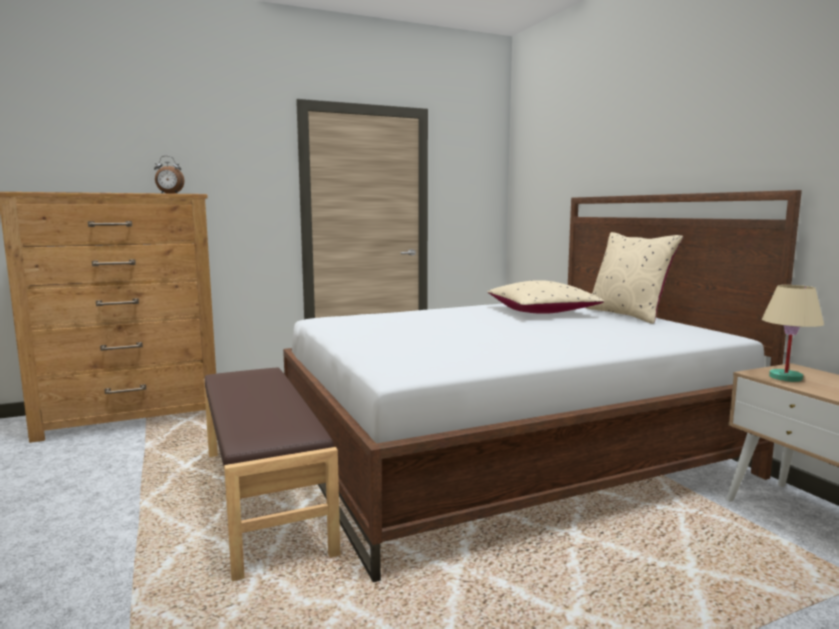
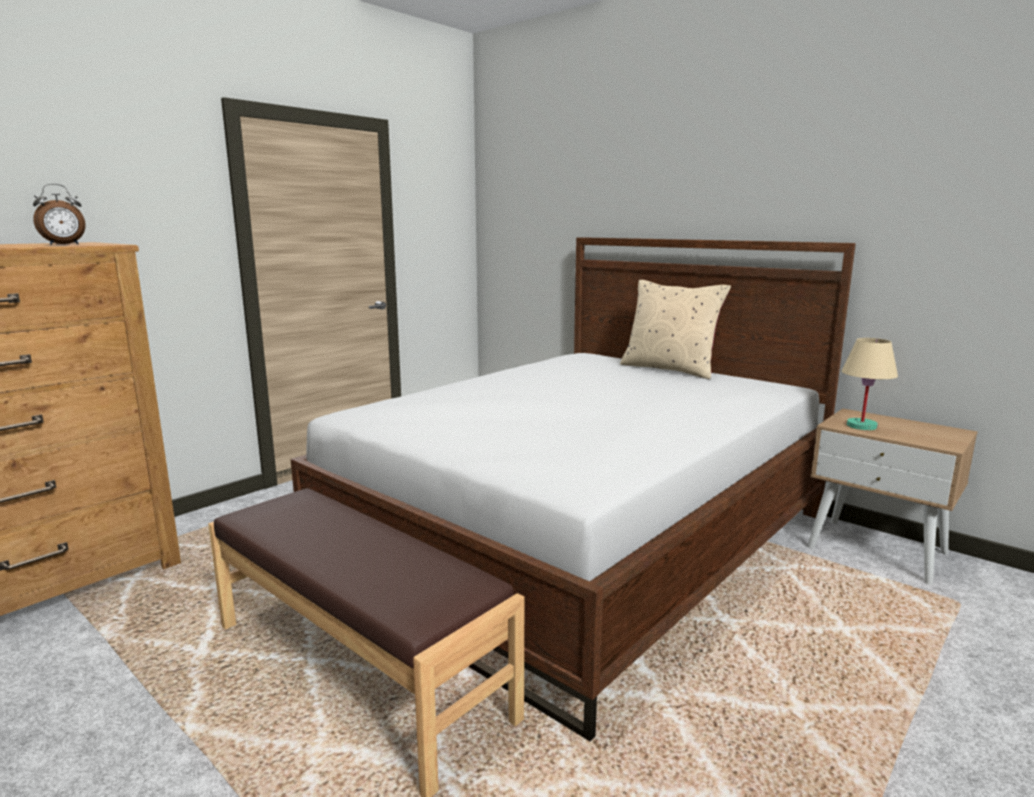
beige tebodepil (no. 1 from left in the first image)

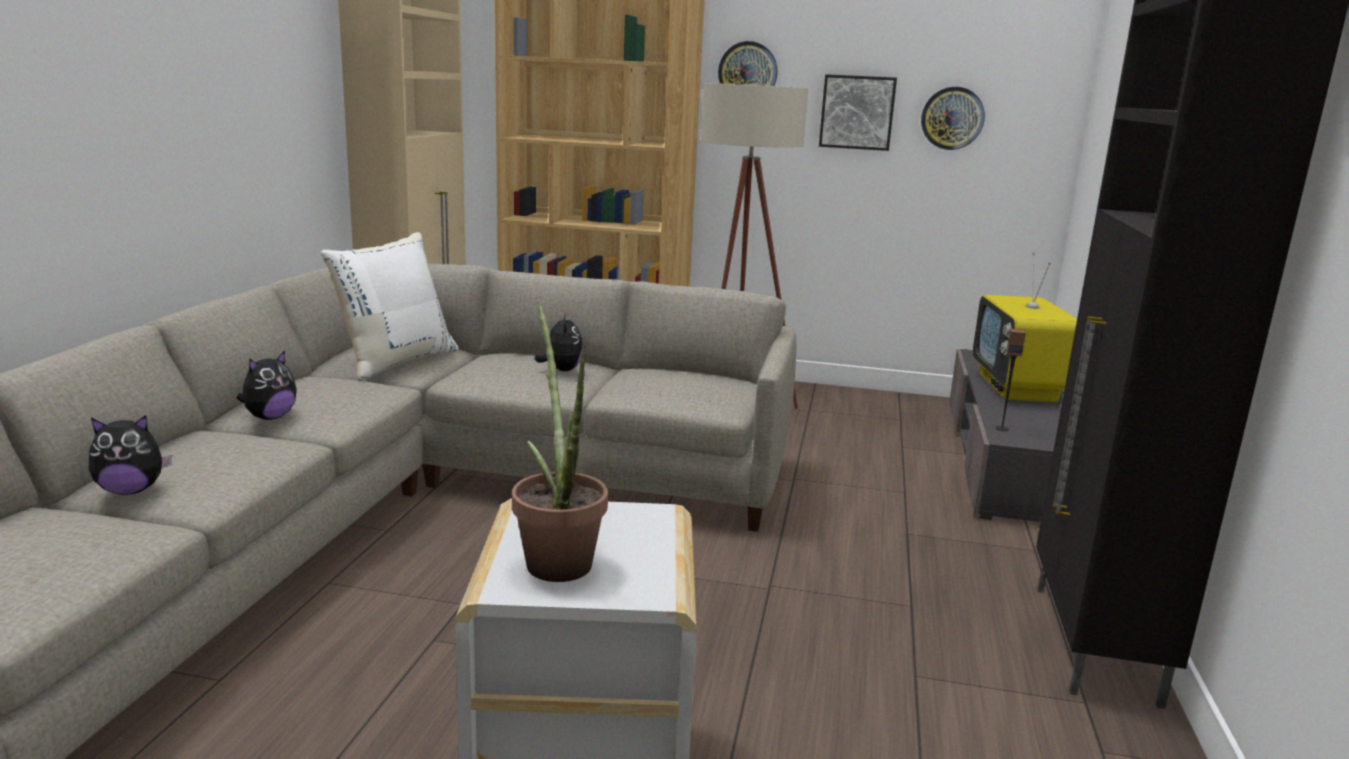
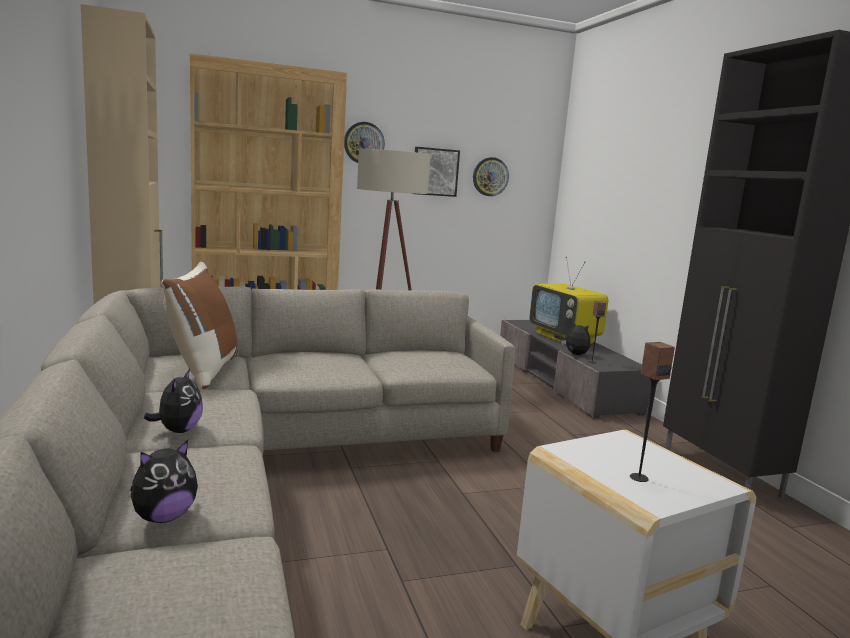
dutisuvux (no. 3 from left)
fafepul (no. 2 from left)
brown tebodepil

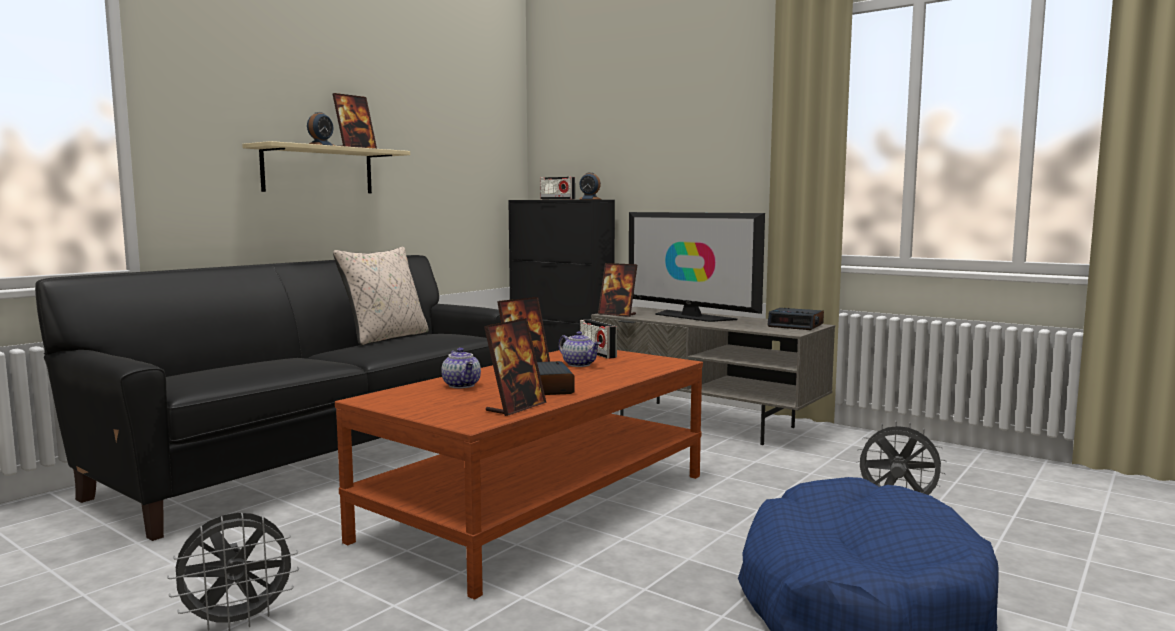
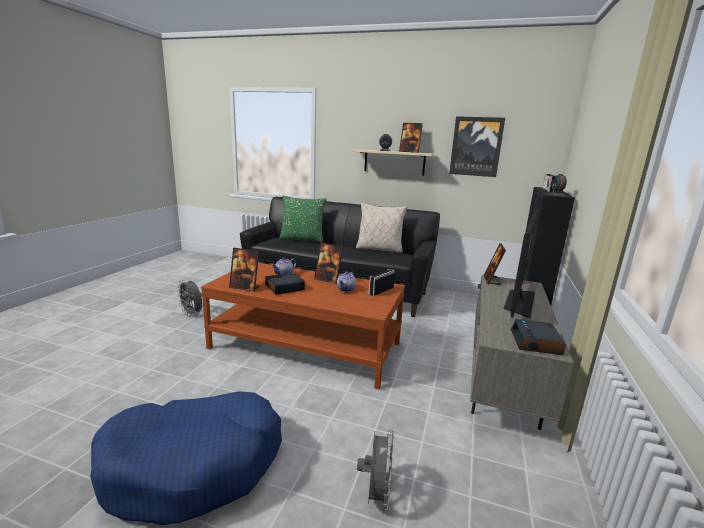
green tebodepil
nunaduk

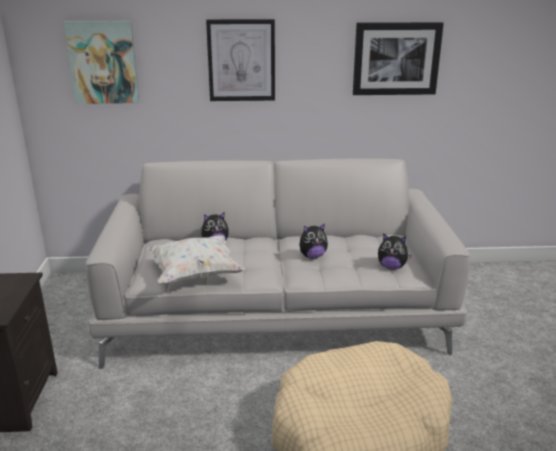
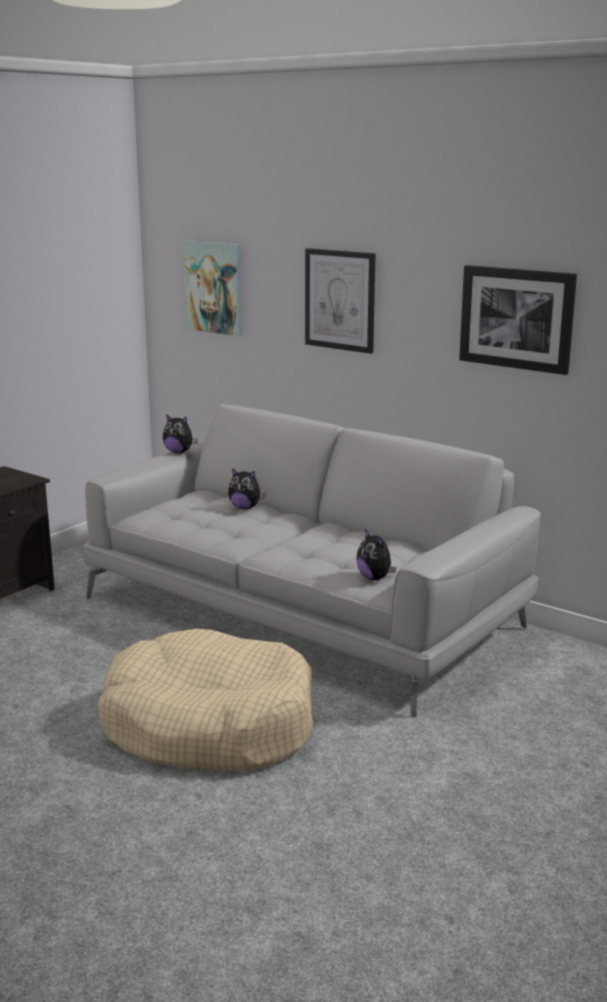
white tebodepil
dutisuvux (no. 1 from left)

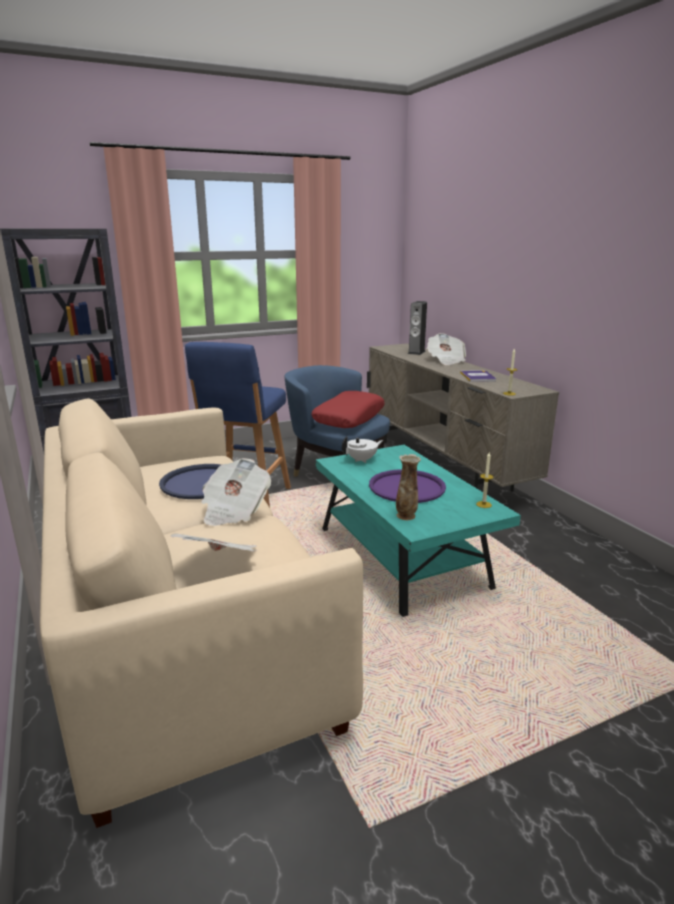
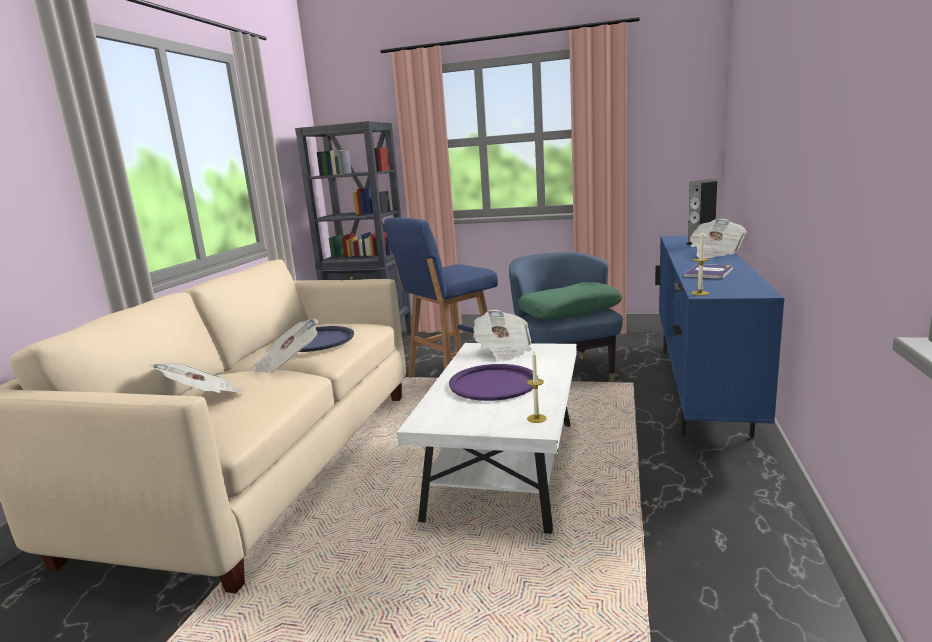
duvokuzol
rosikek (no. 3 from left)
green tebodepil
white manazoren
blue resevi

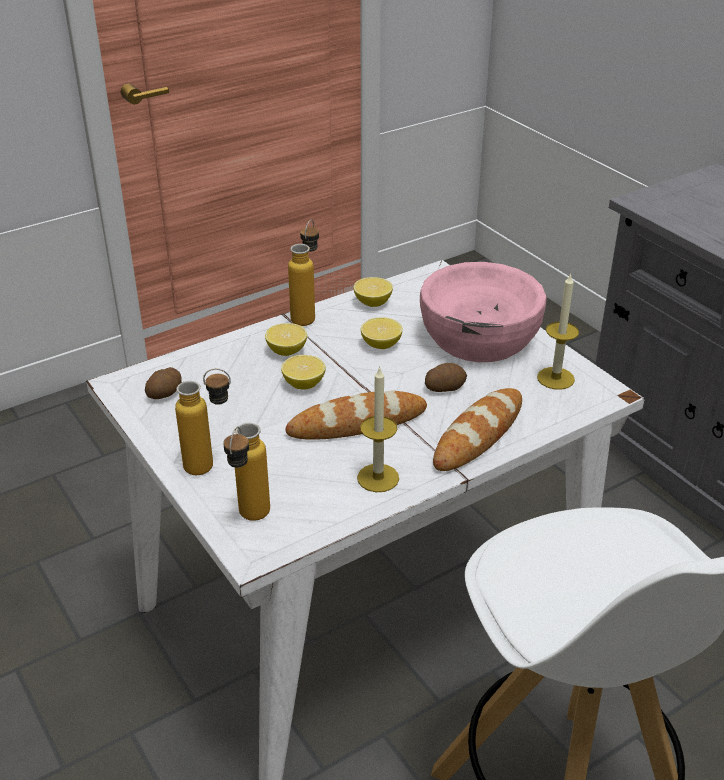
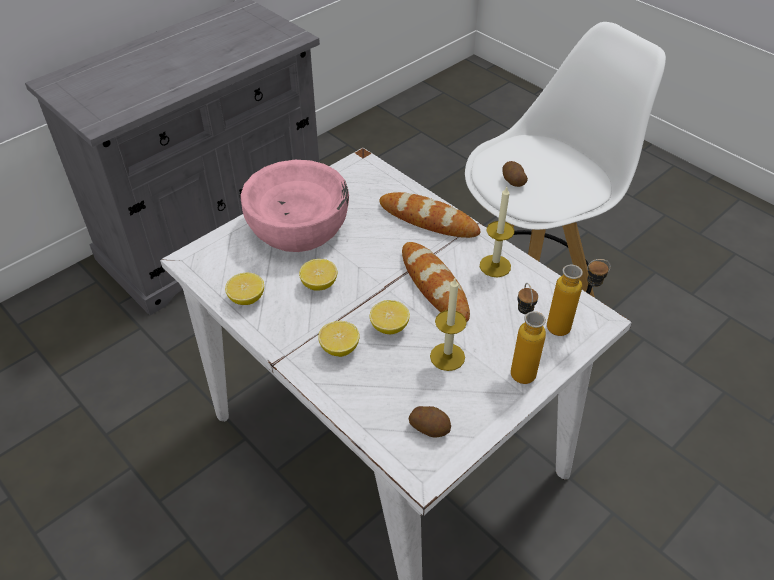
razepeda (no. 3 from left in the first image)
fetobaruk (no. 2 from left)
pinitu (no. 1 from left)

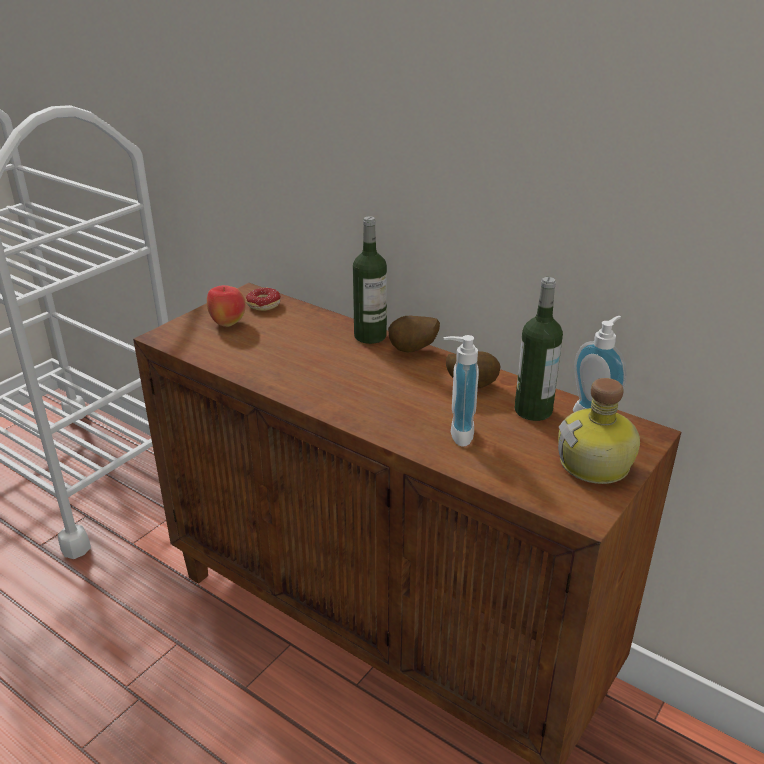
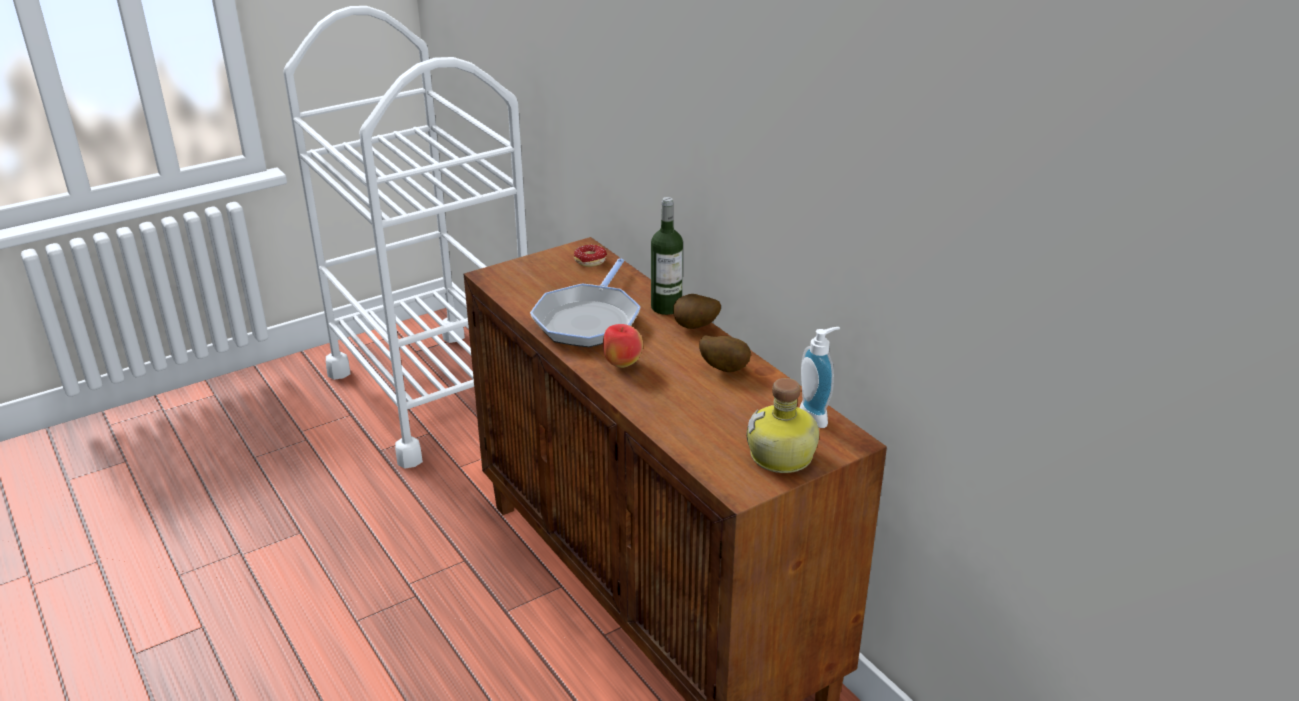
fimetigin (no. 1 from left in the first image)
razepeda (no. 2 from left in the first image)
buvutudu
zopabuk

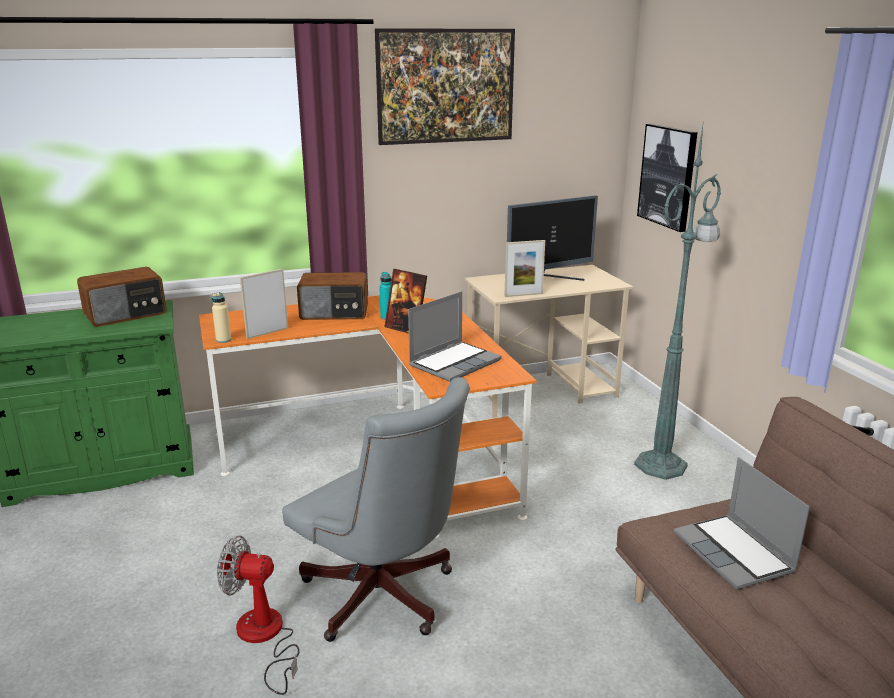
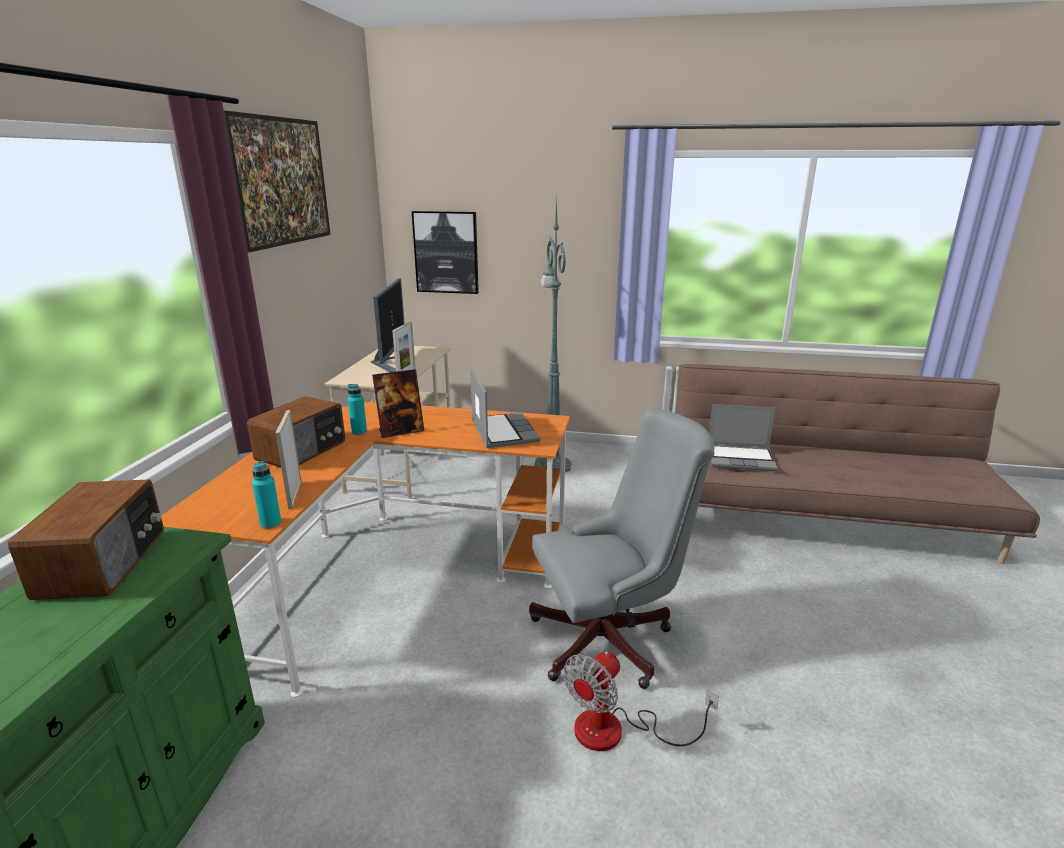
turquoise razepeda (no. 1 from left)

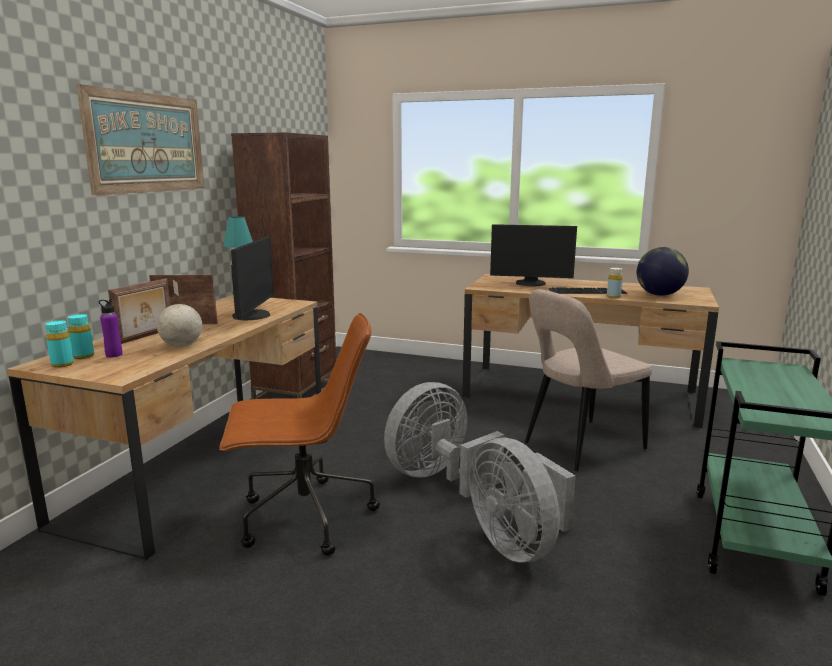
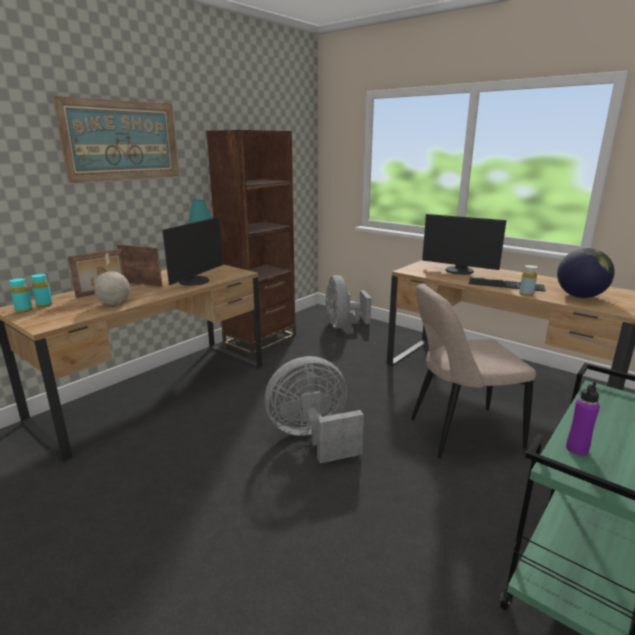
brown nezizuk
purple razepeda
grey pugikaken (no. 2 from left)

